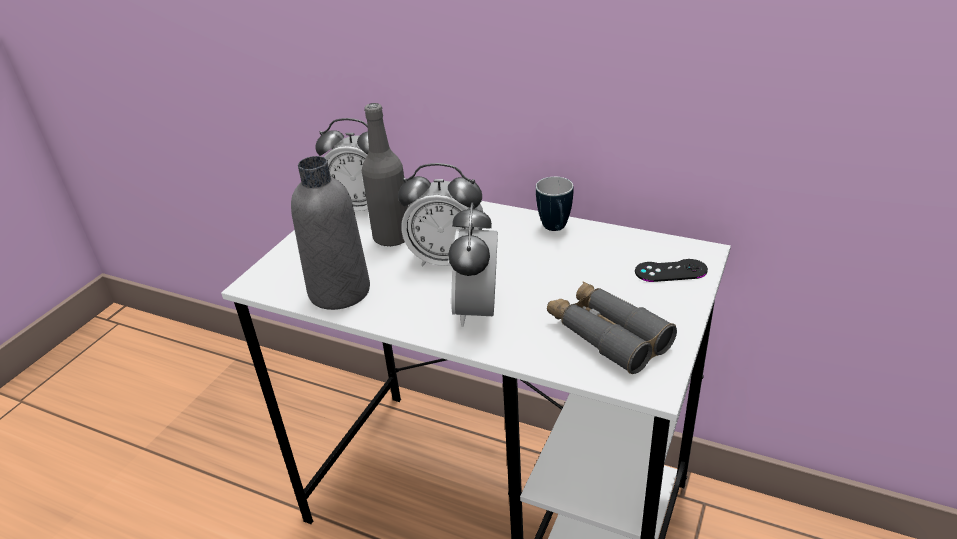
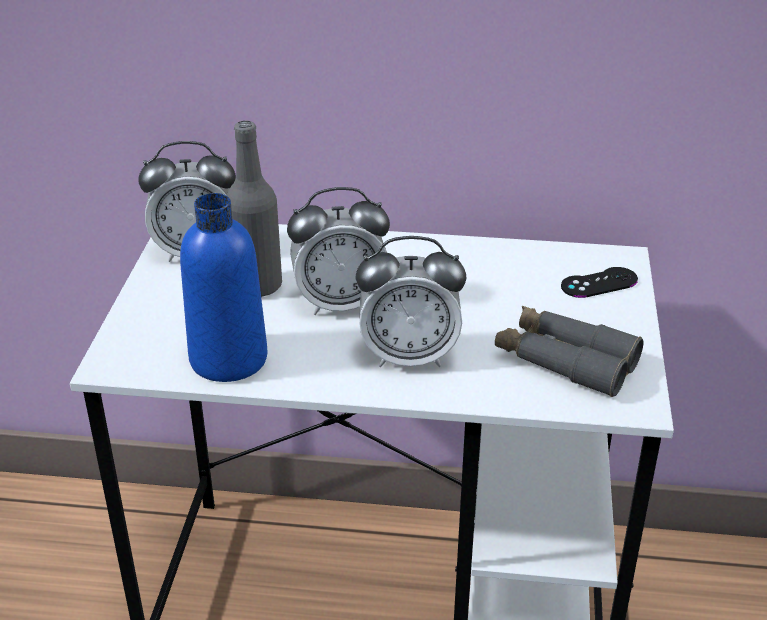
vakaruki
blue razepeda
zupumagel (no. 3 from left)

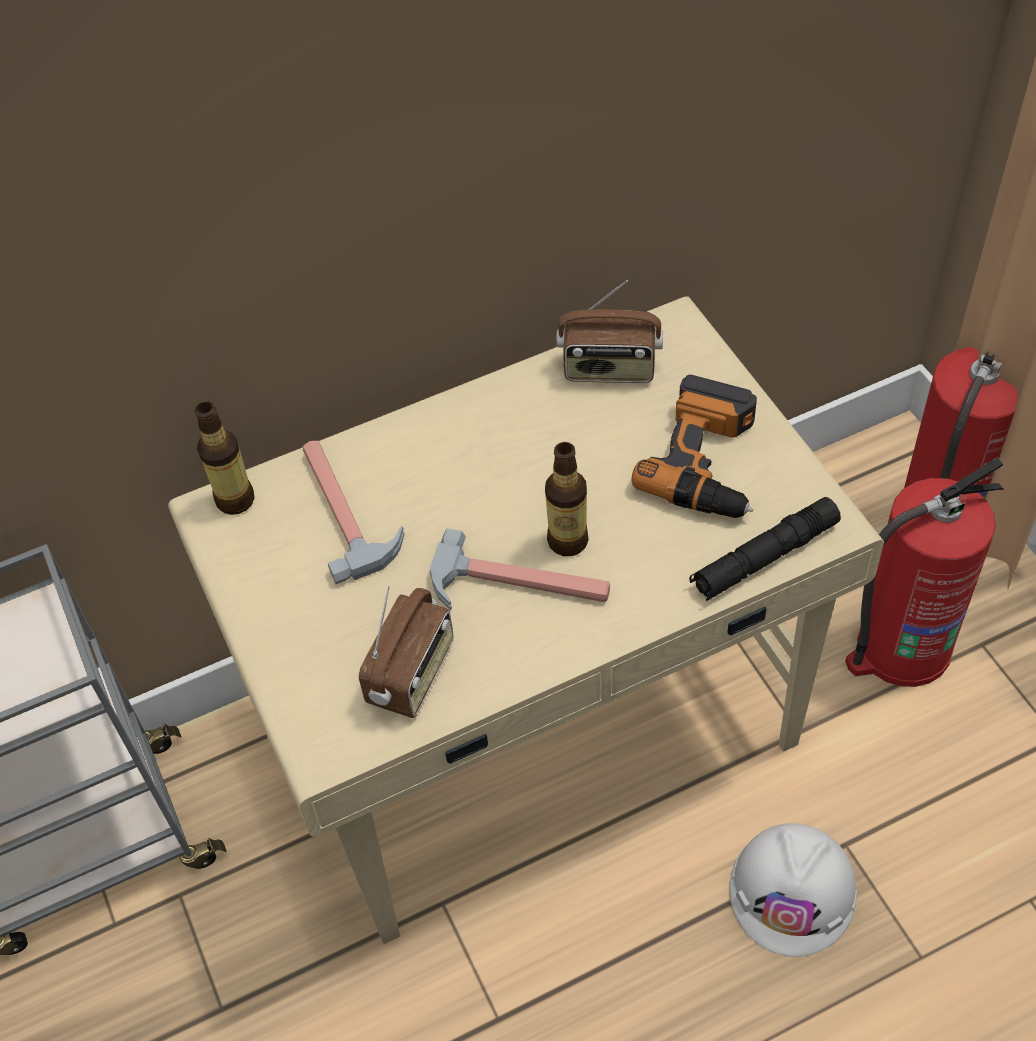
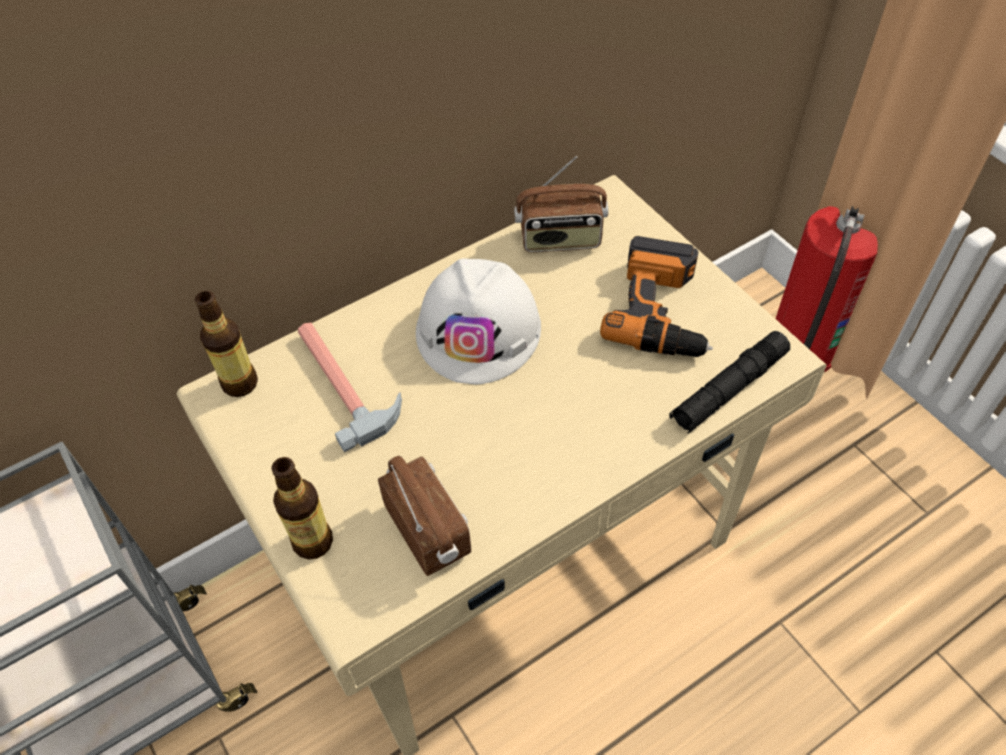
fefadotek (no. 2 from left in the first image)
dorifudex (no. 1 from left in the first image)
razepeda (no. 2 from left)
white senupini
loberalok (no. 1 from left)

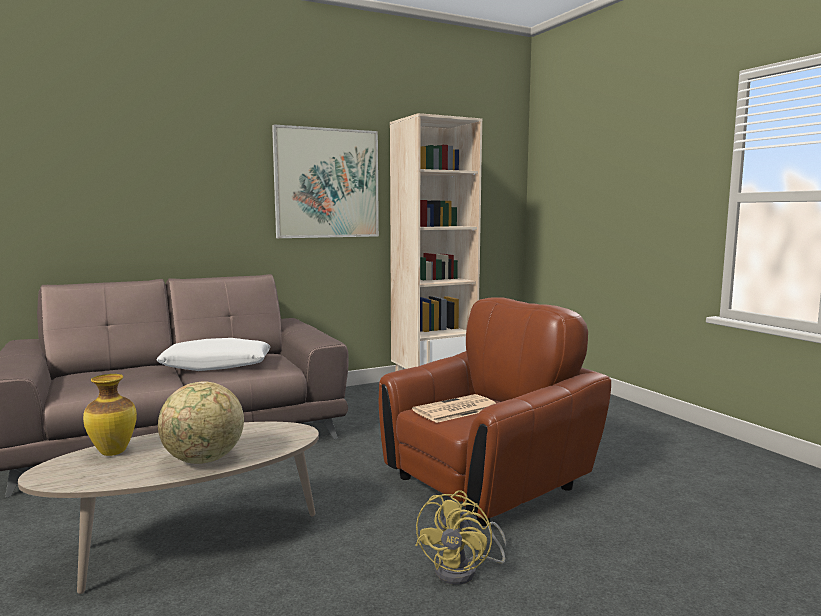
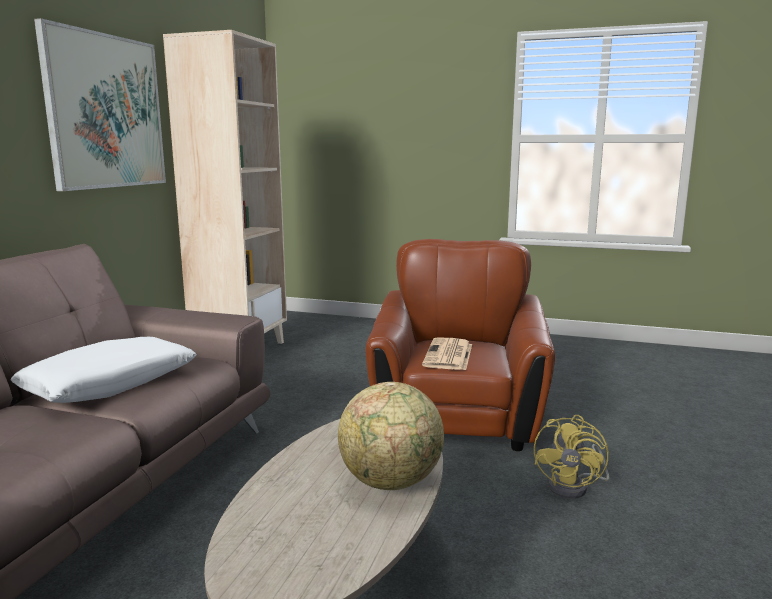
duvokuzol
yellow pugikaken

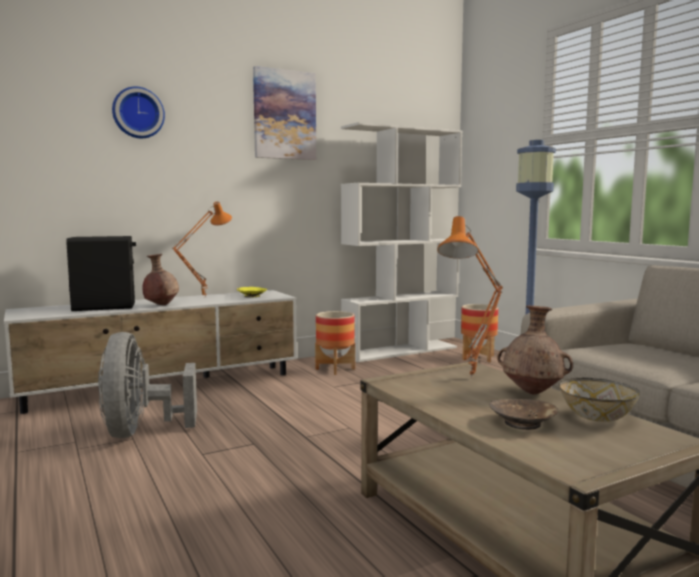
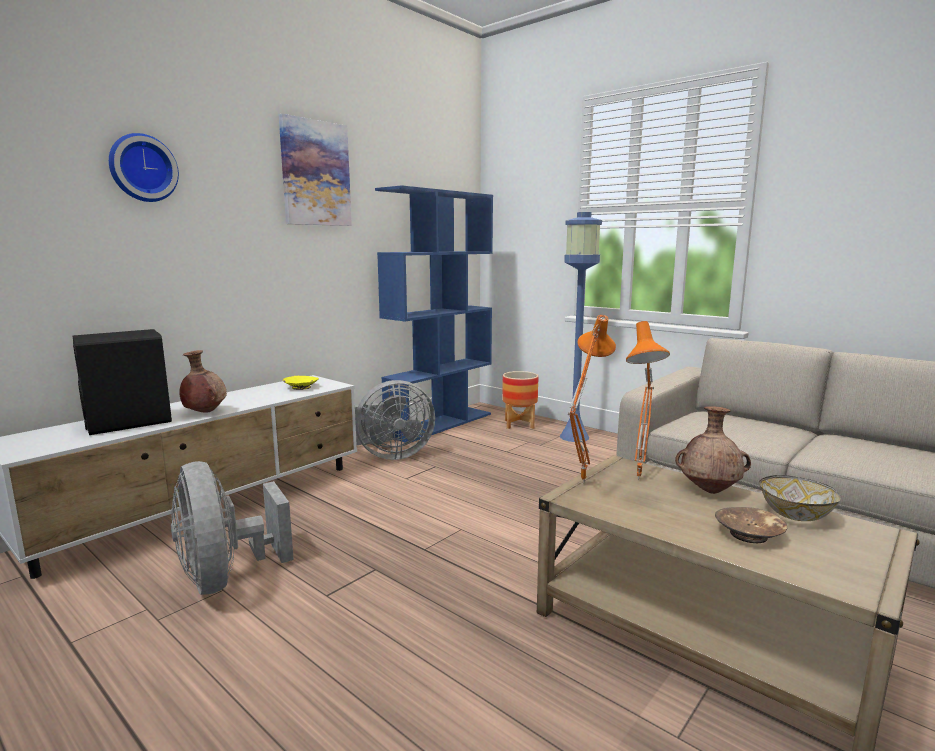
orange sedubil (no. 1 from left)
grey pugikaken (no. 2 from left)
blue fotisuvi

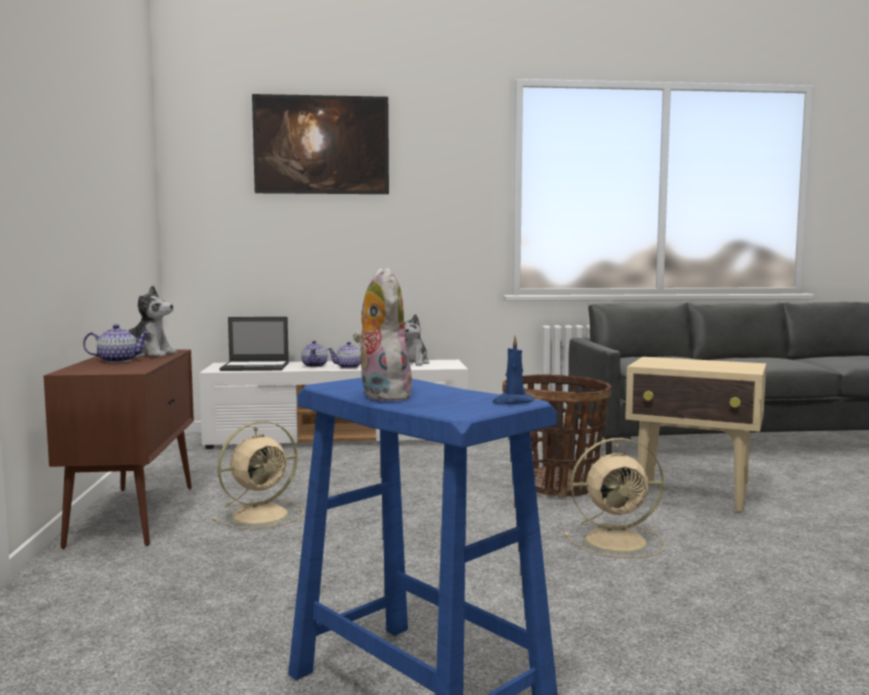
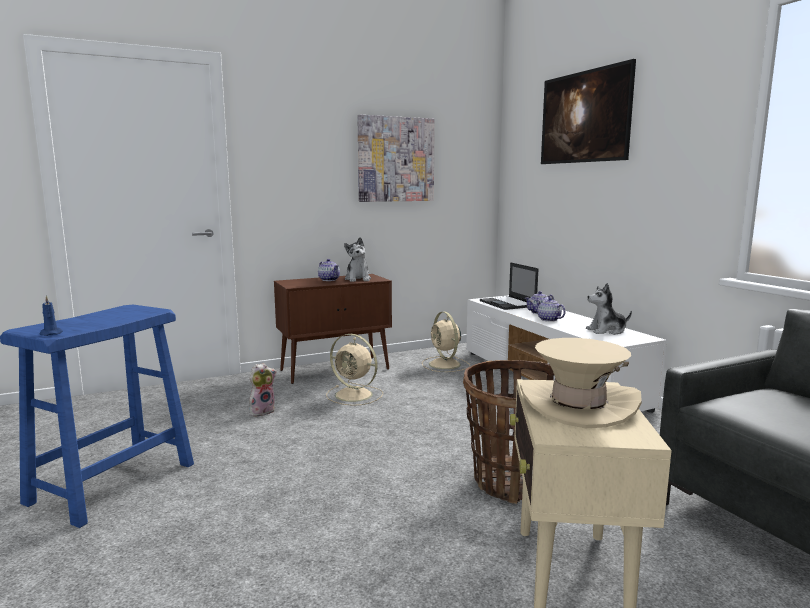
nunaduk (no. 1 from left)
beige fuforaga
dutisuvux (no. 1 from left)
beige pugikaken (no. 2 from left)

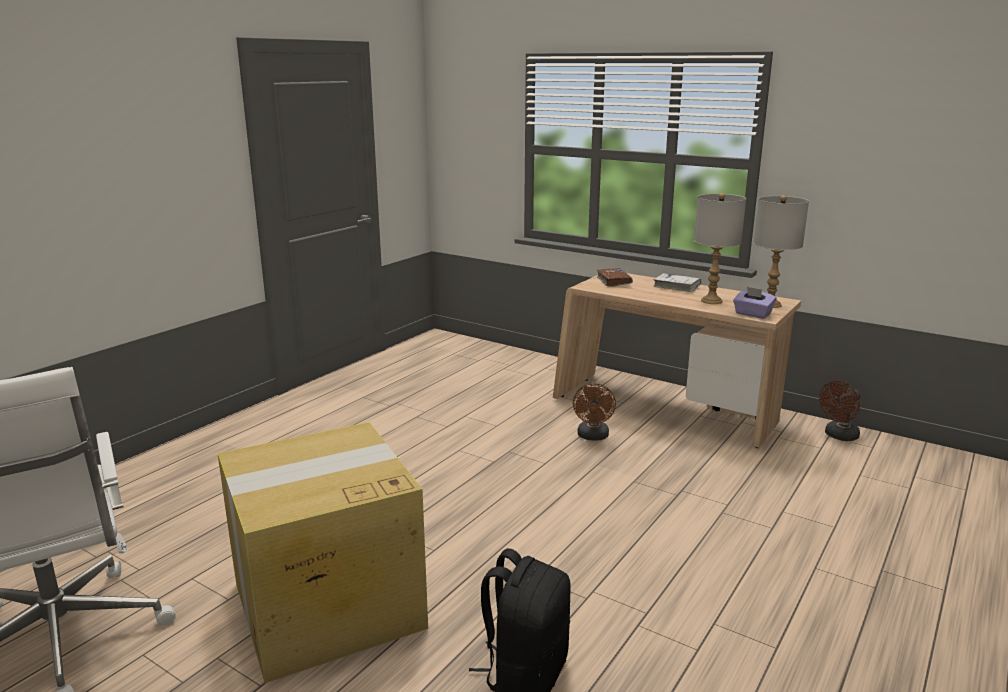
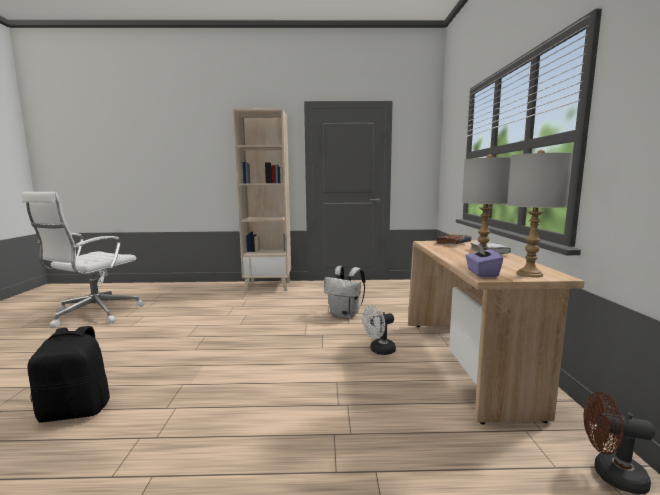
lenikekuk
beige fotisuvi
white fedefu
white pugikaken

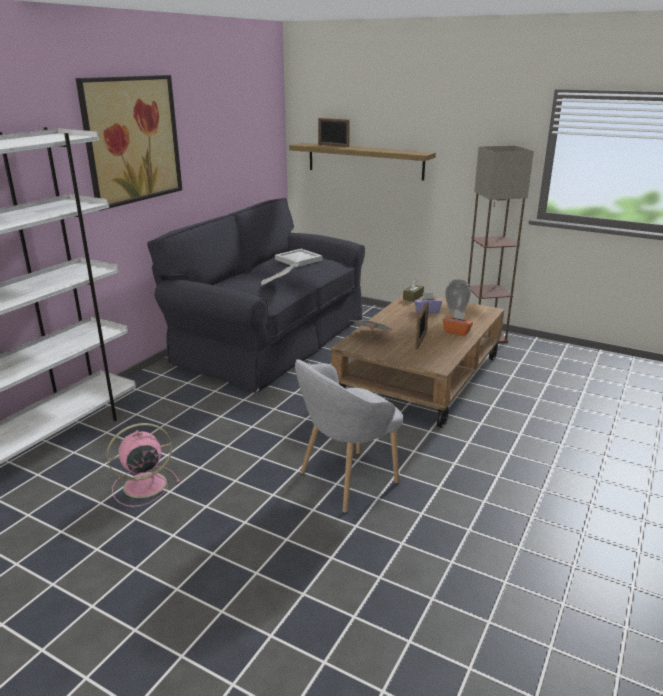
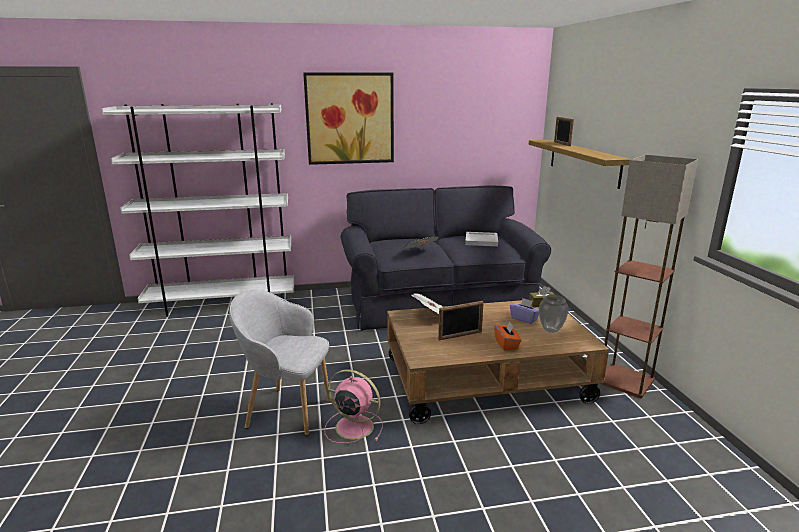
pink pugikaken

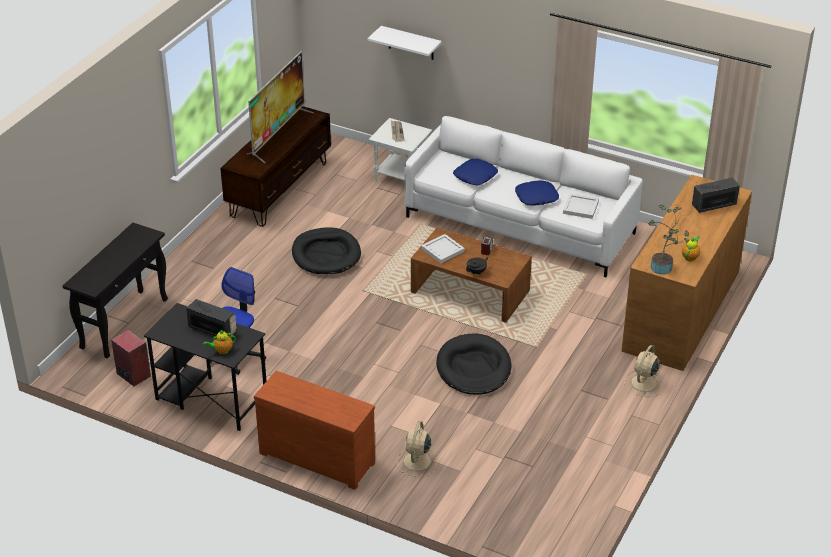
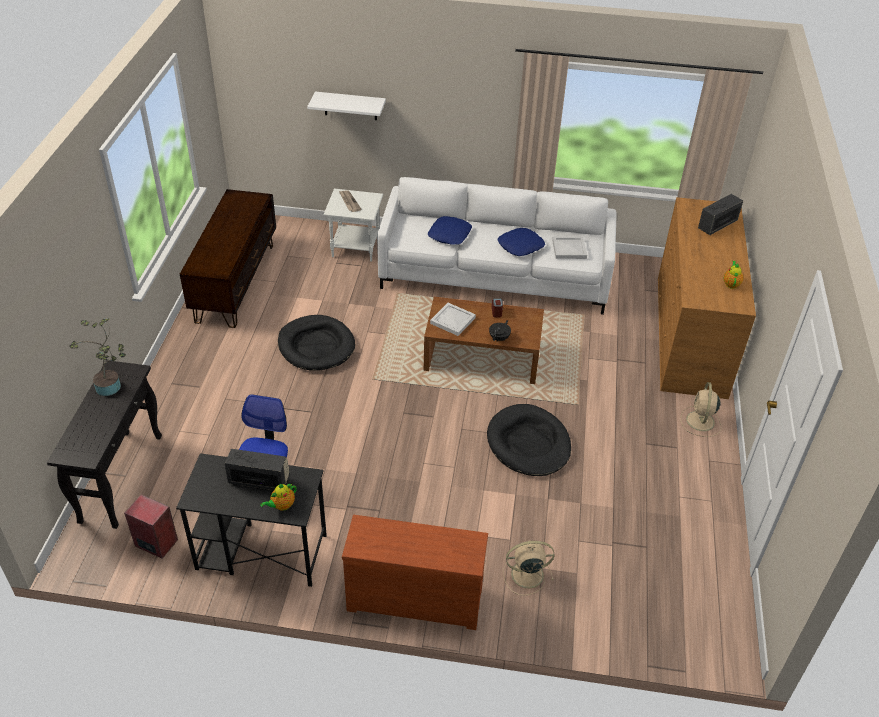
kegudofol
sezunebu
beige pugikaken (no. 1 from left)

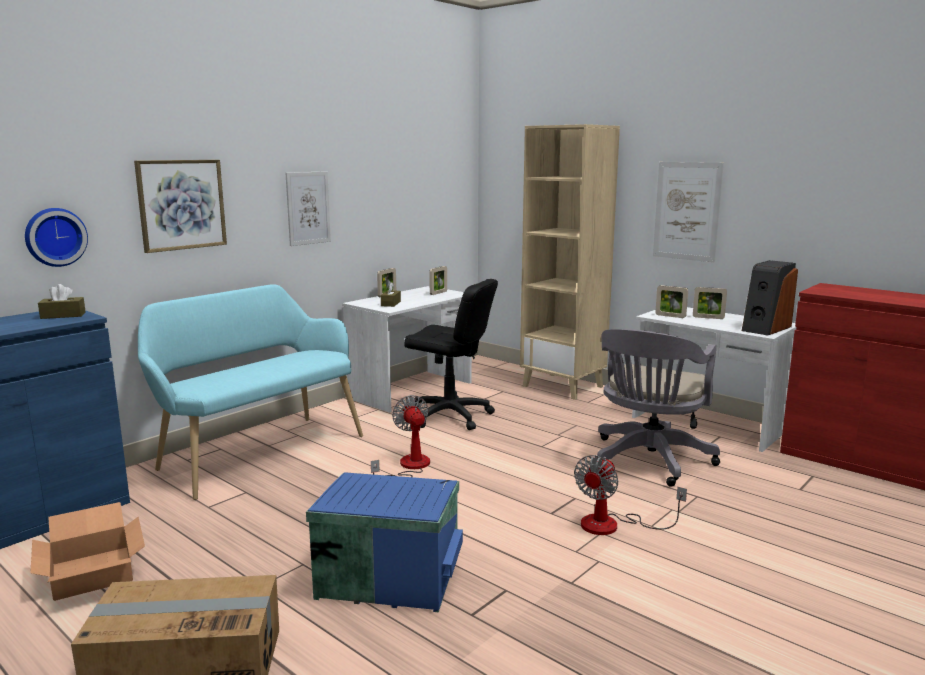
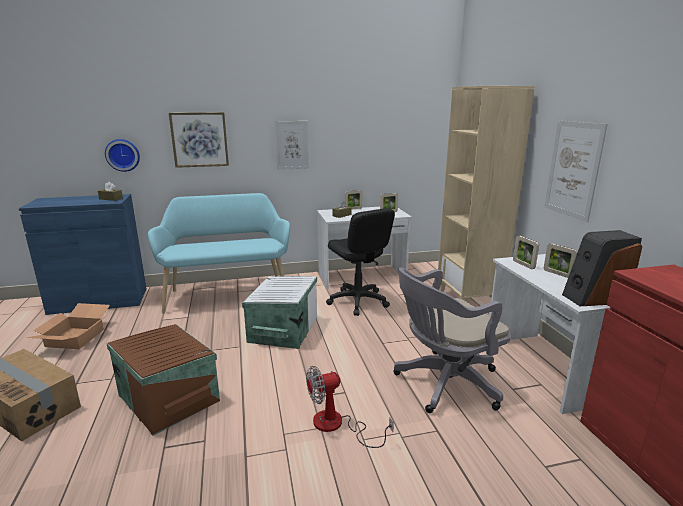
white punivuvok
brown punivuvok

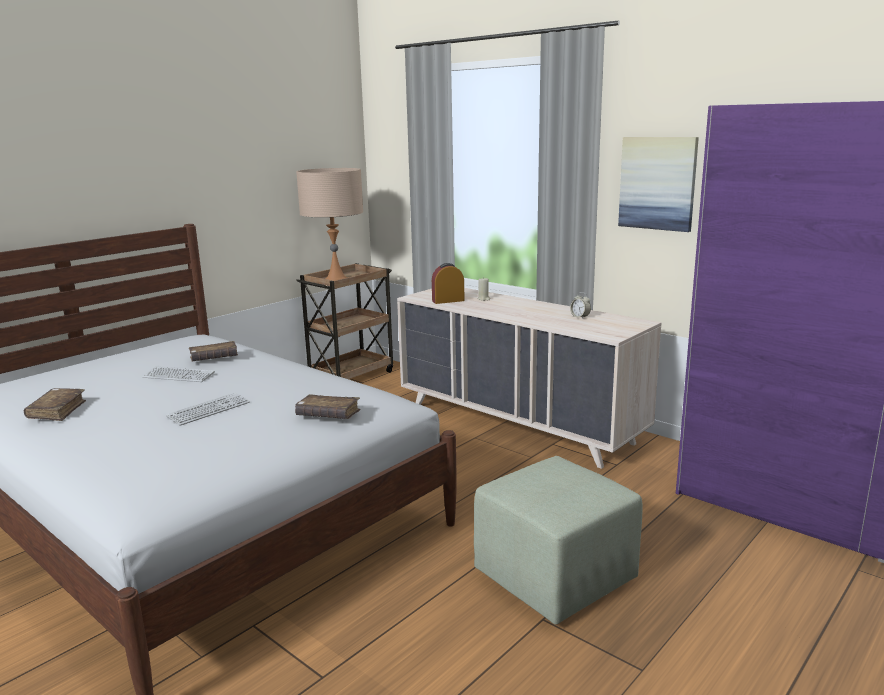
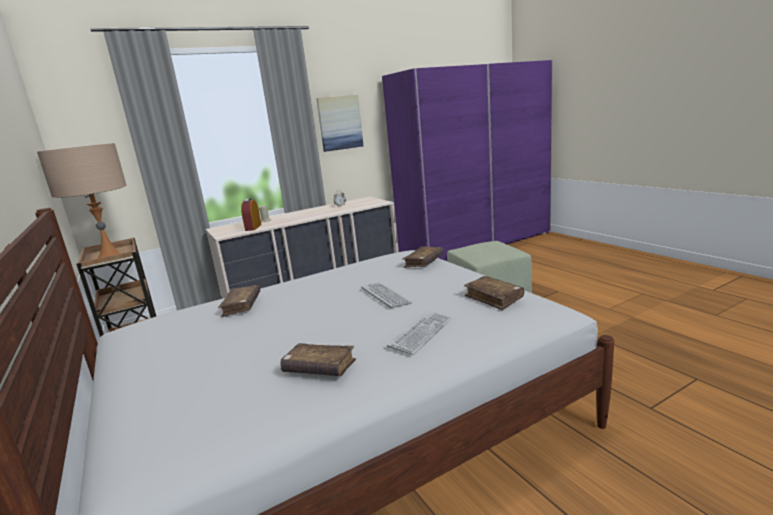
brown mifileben (no. 4 from left)
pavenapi (no. 2 from left)

